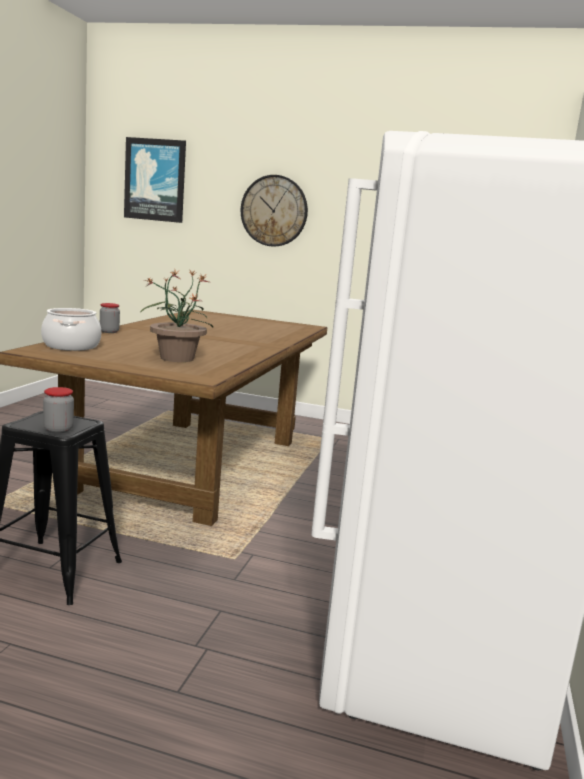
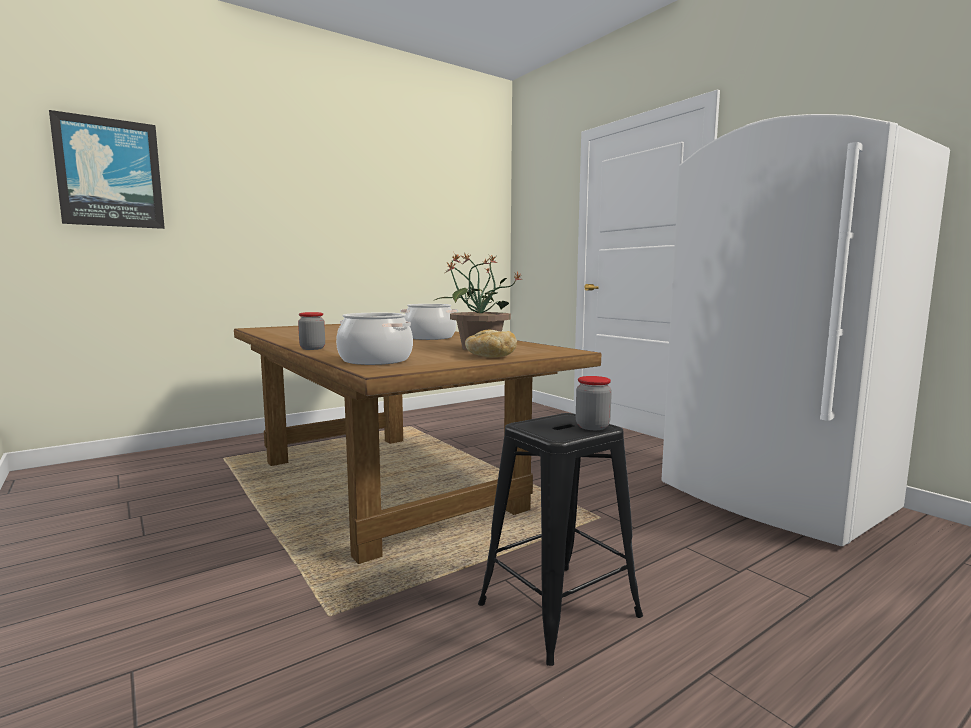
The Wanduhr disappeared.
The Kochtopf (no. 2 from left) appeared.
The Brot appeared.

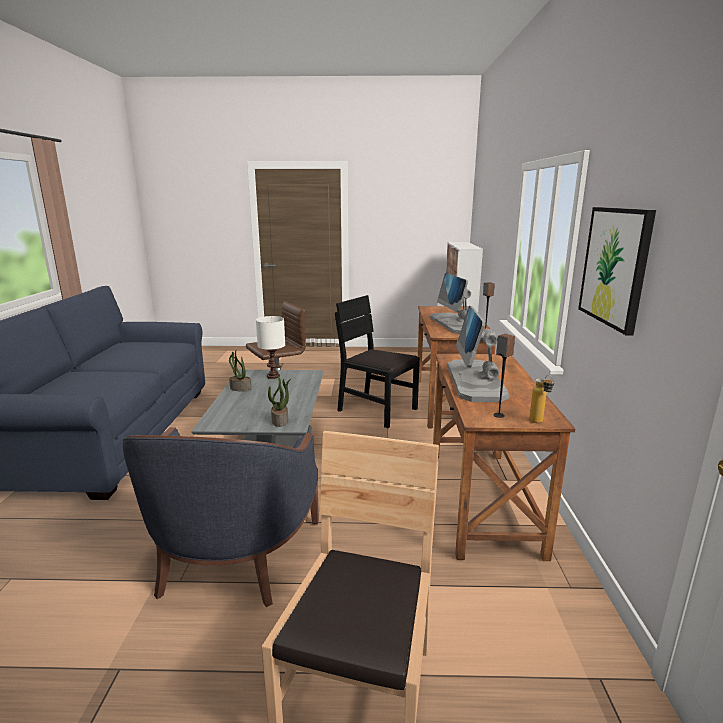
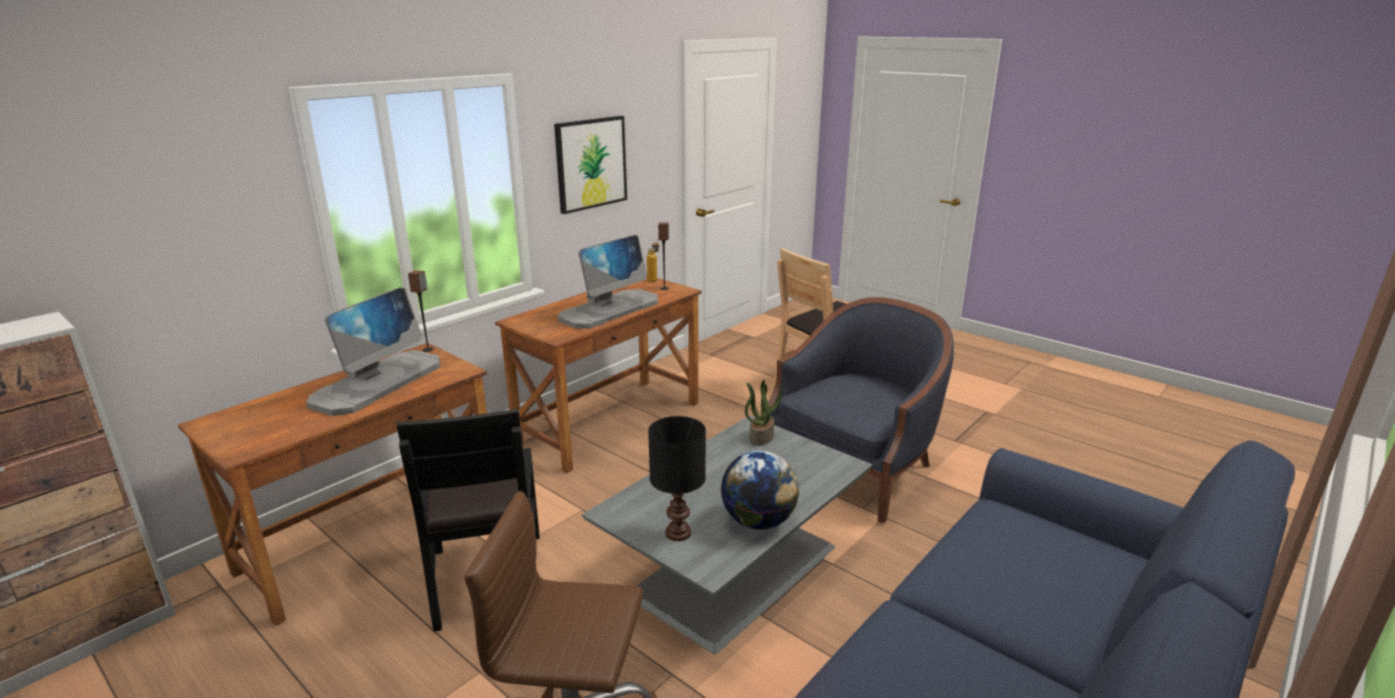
The Tischlampe [weiß] became the Tischlampe [schwarz].
The Topfpflanze (no. 1 from left) was replaced by the Globus.

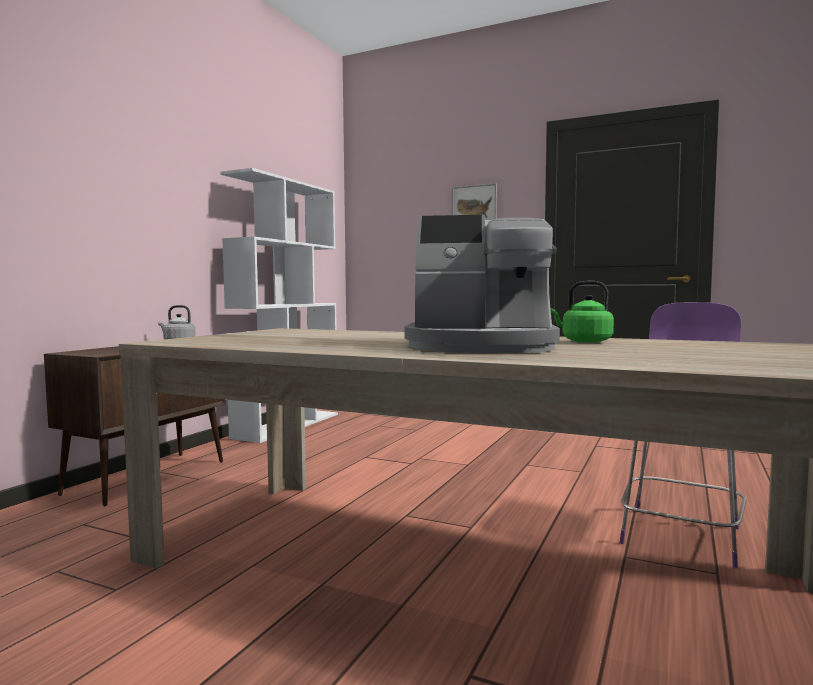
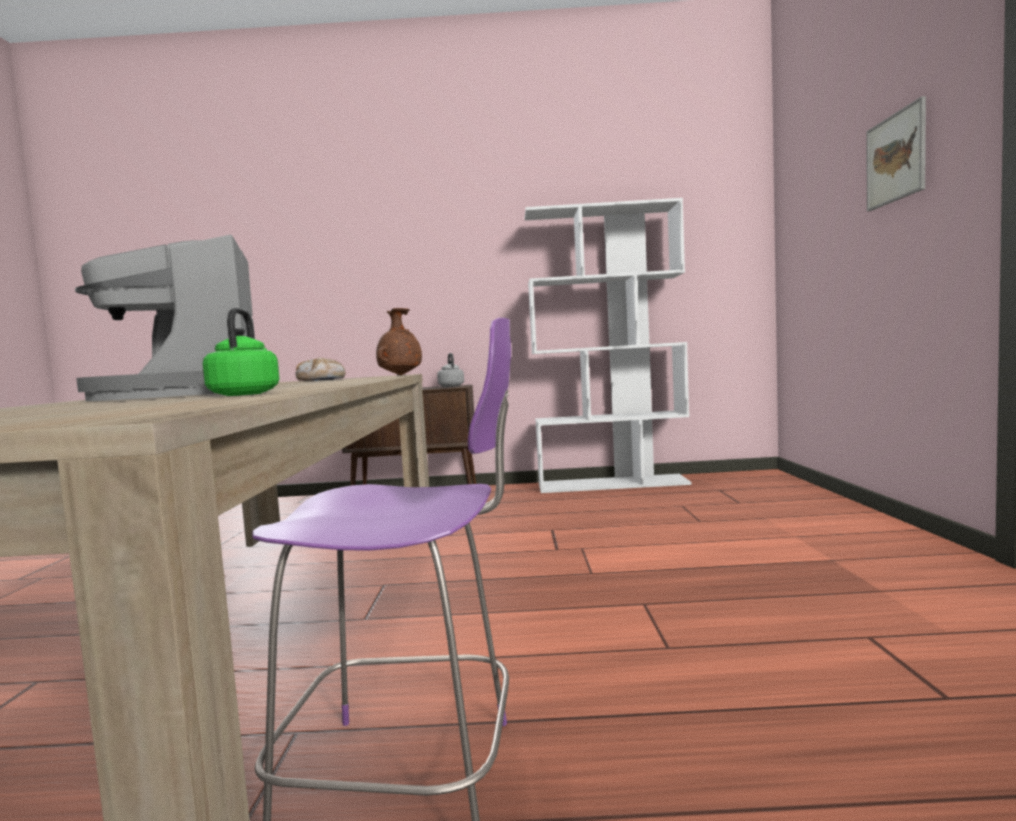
The Vase [braun] appeared.
The Brot appeared.

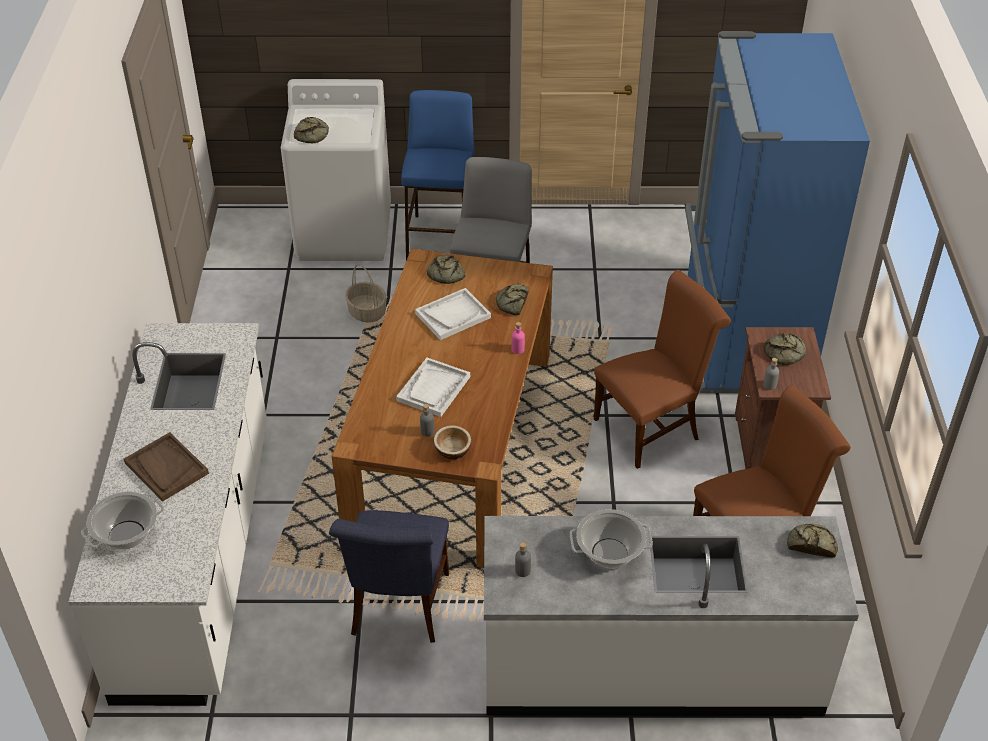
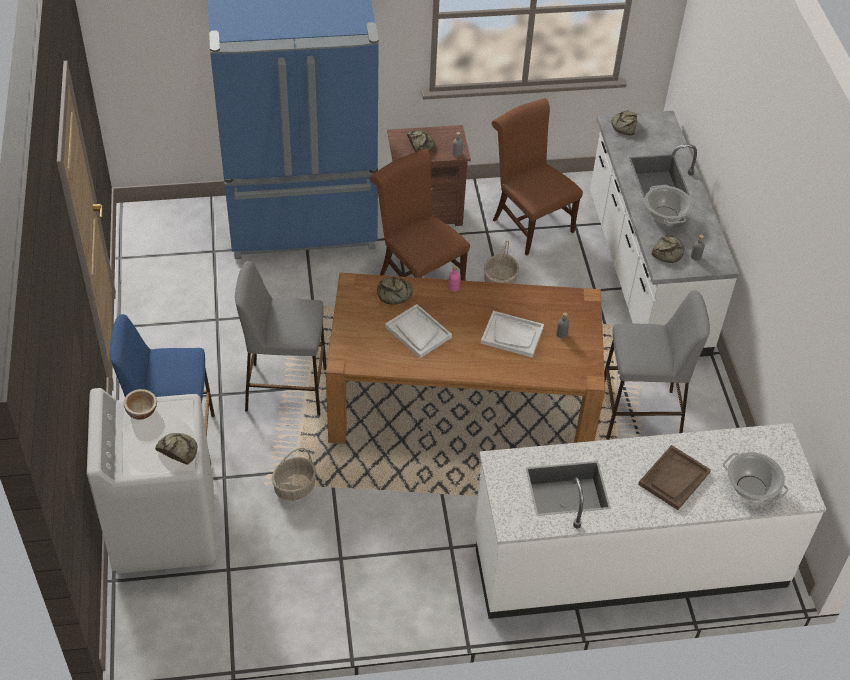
The Brot (no. 2 from left in the first image) moved.
The Schüssel moved.
The Stuhl [blau] was replaced by the Hocker [grau] (no. 2 from left).
The Korb (no. 2 from left) appeared.

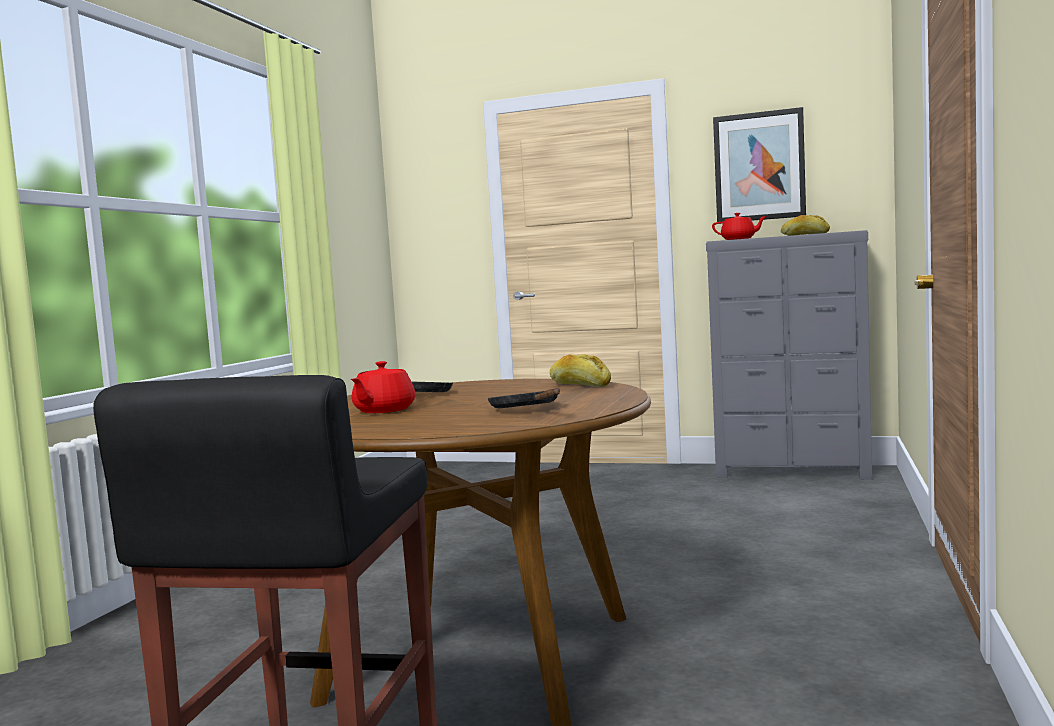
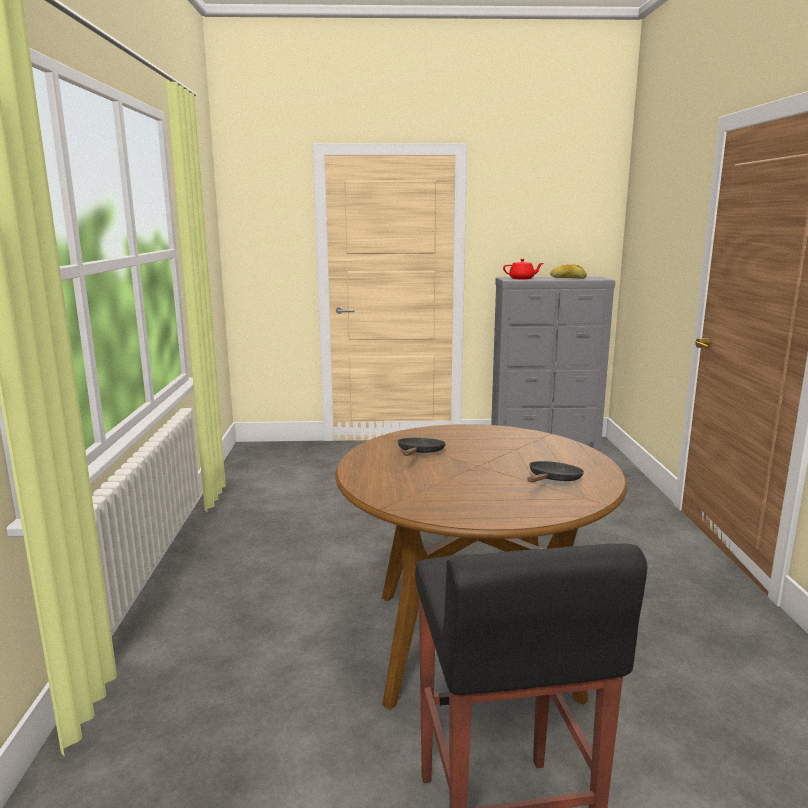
The Bild disappeared.
The Brot (no. 1 from left) disappeared.
The Teekanne [rot] (no. 1 from left) disappeared.
The Pfanne [schwarz] (no. 2 from left) turned 75 degrees clockwise.

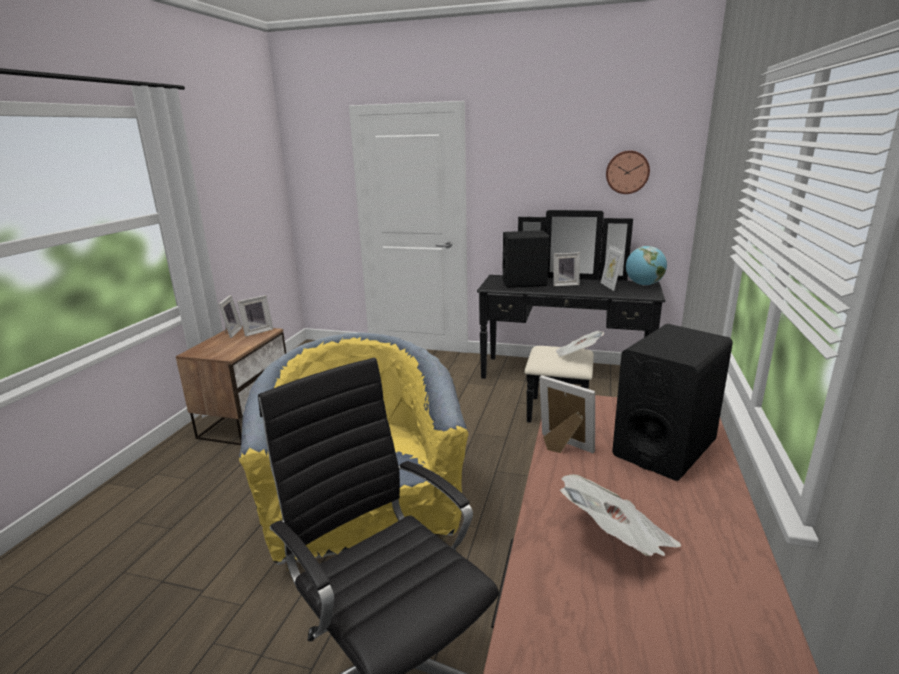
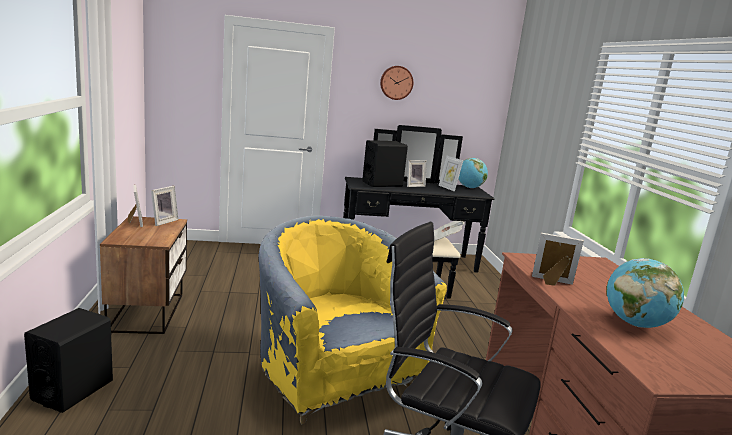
The Wanduhr moved.
The Lautsprecher [schwarz] (no. 2 from left in the first image) moved.
The Zeitung (no. 2 from left) was replaced by the Globus (no. 2 from left).

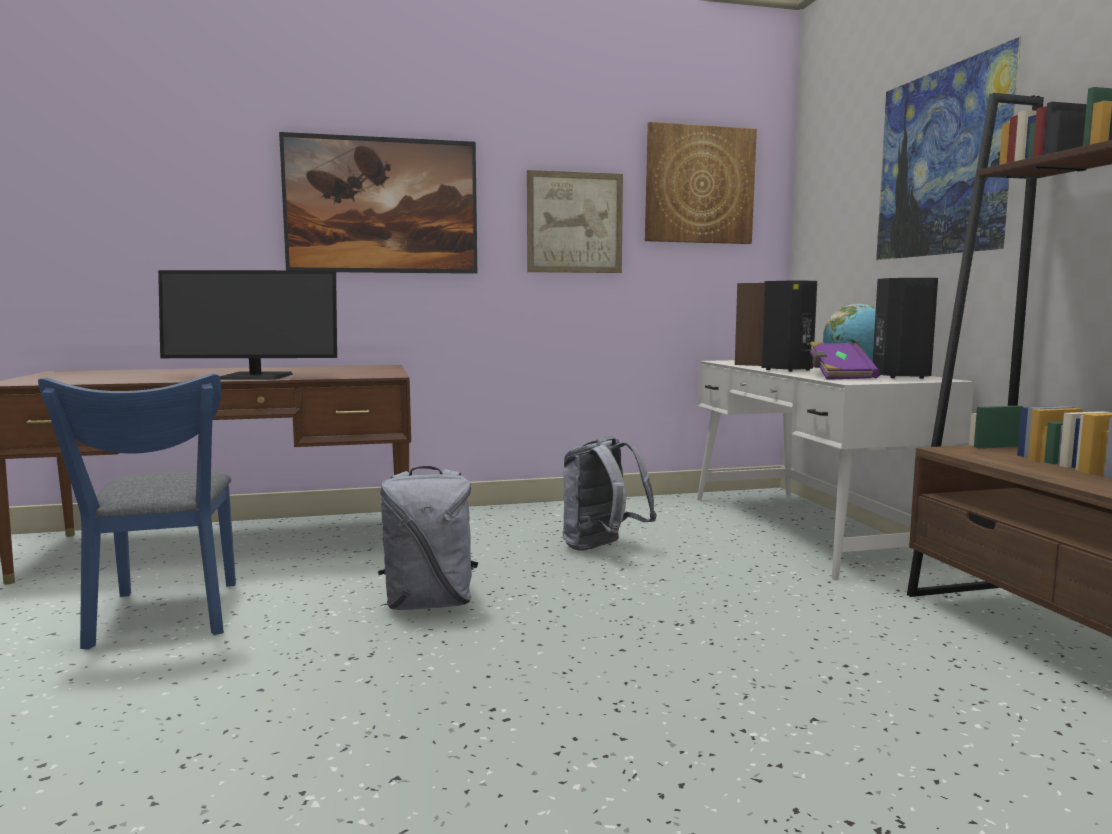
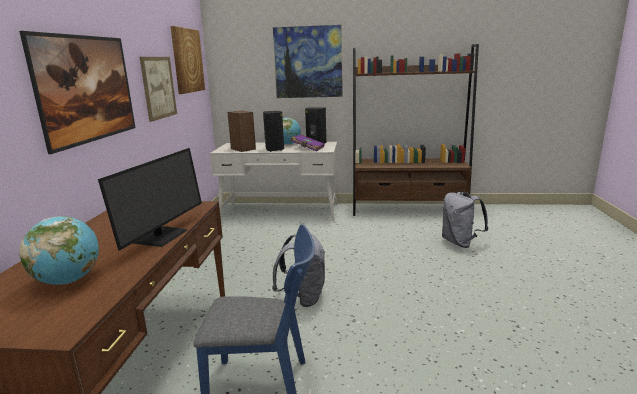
The Rucksack [grau] (no. 2 from left) moved.
The Globus (no. 1 from left) appeared.

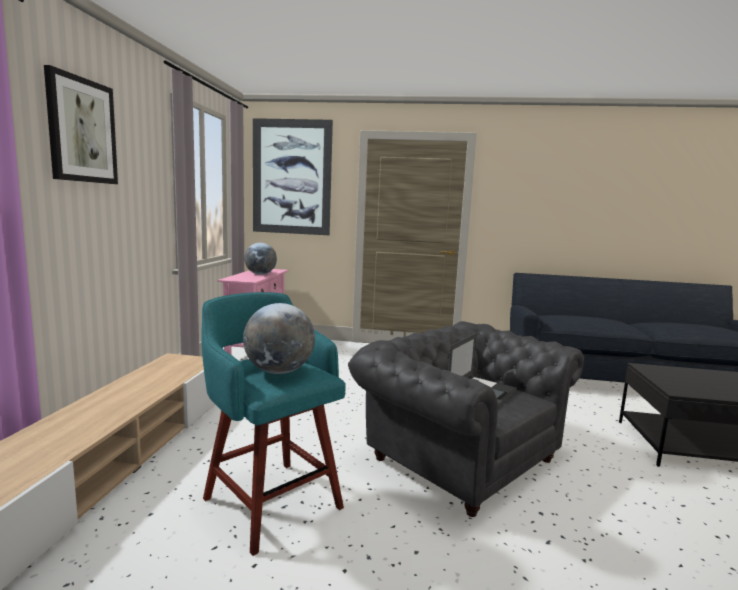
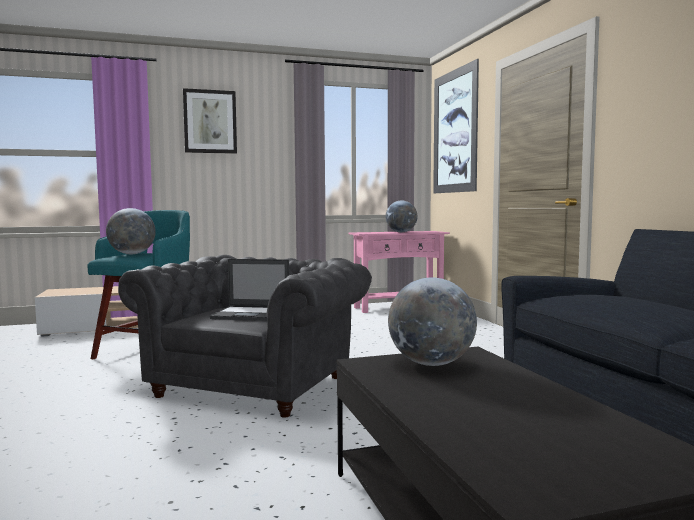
The Globus (no. 3 from left) appeared.

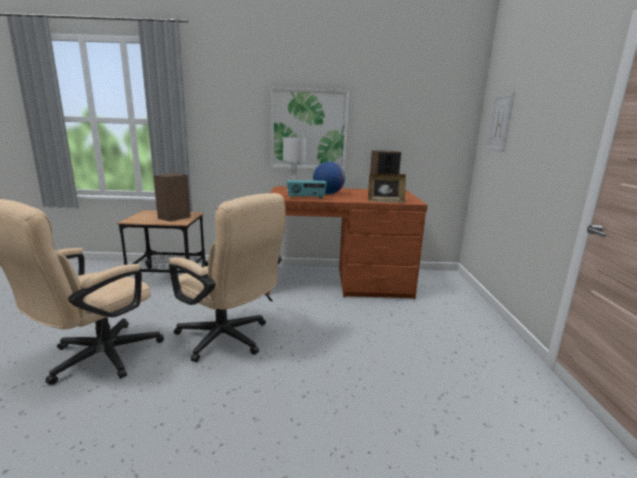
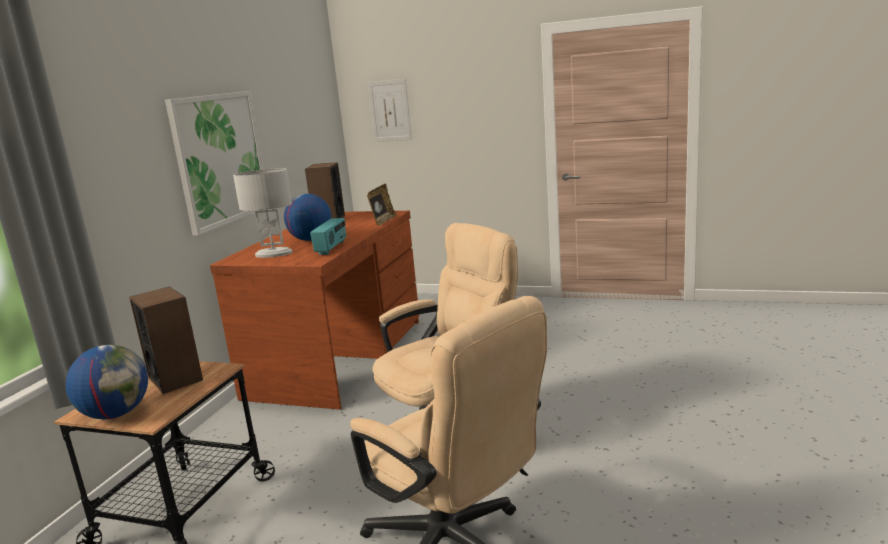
The Globus (no. 1 from left) appeared.

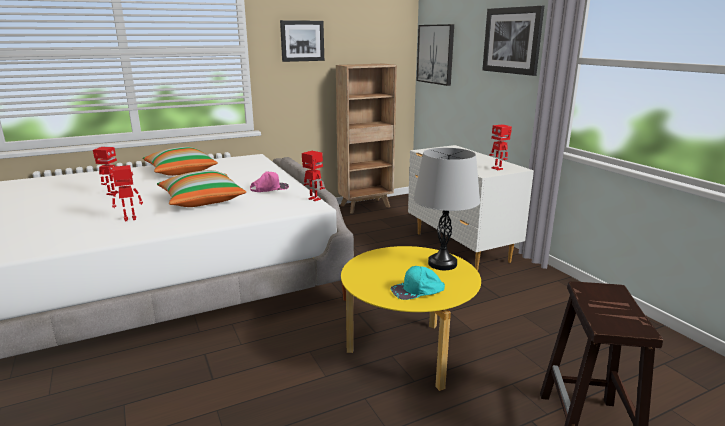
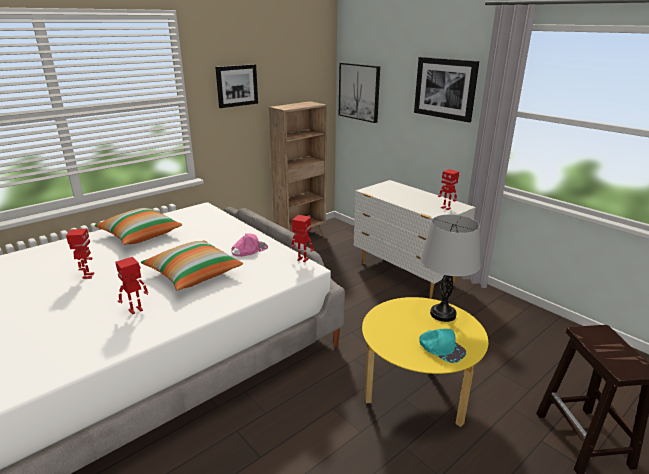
The Kappe [türkis] turned 105 degrees counterclockwise.

